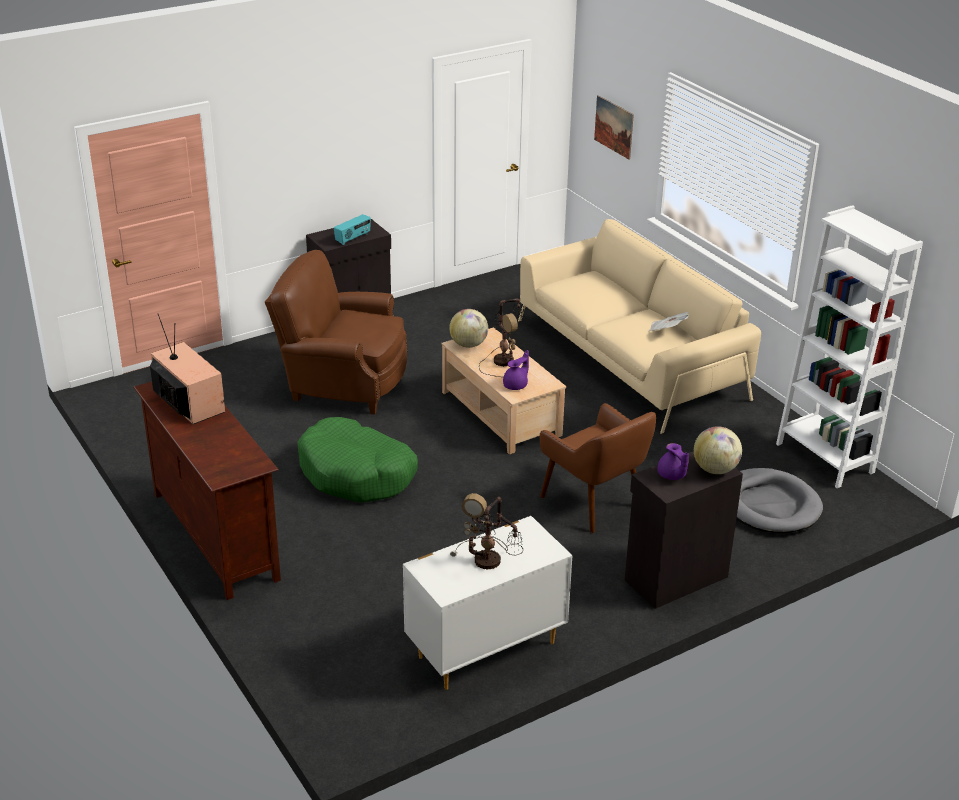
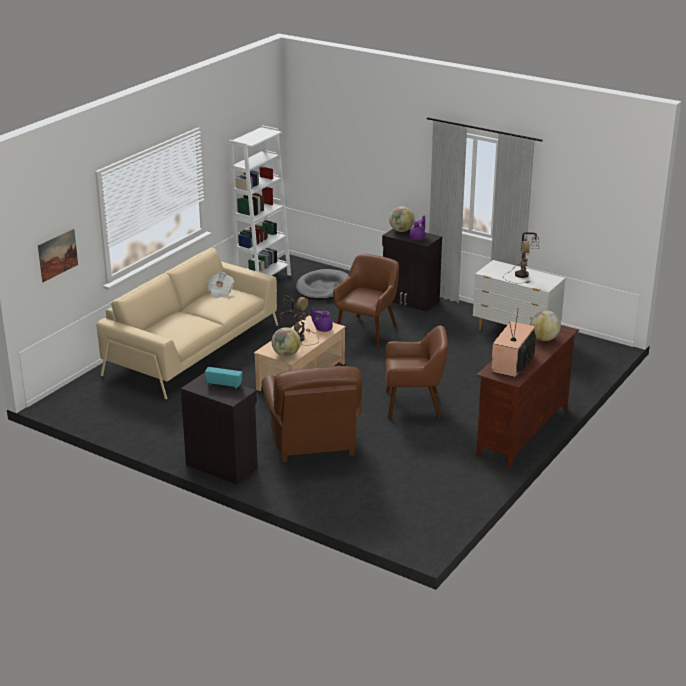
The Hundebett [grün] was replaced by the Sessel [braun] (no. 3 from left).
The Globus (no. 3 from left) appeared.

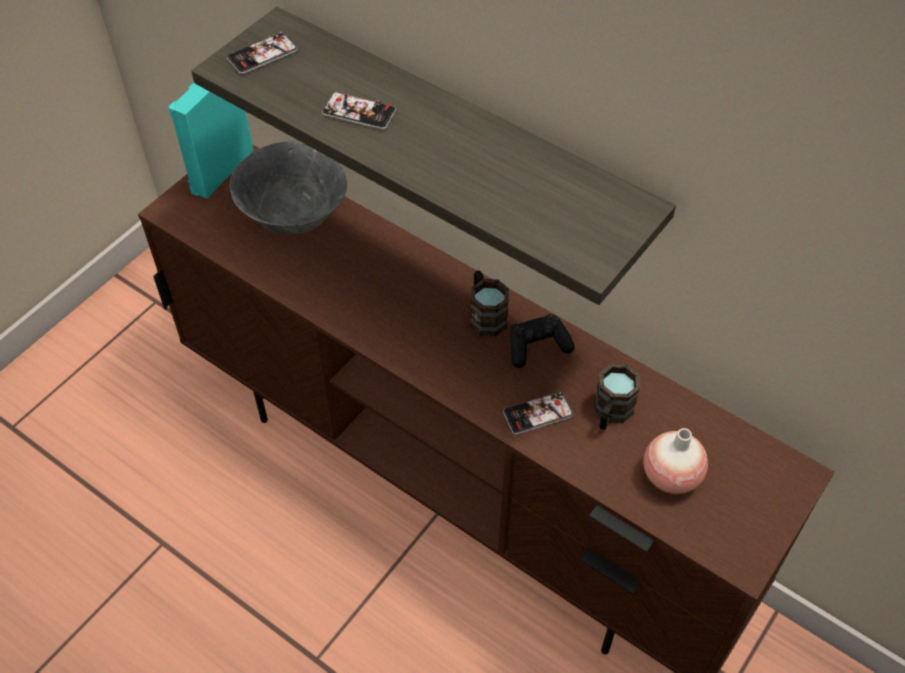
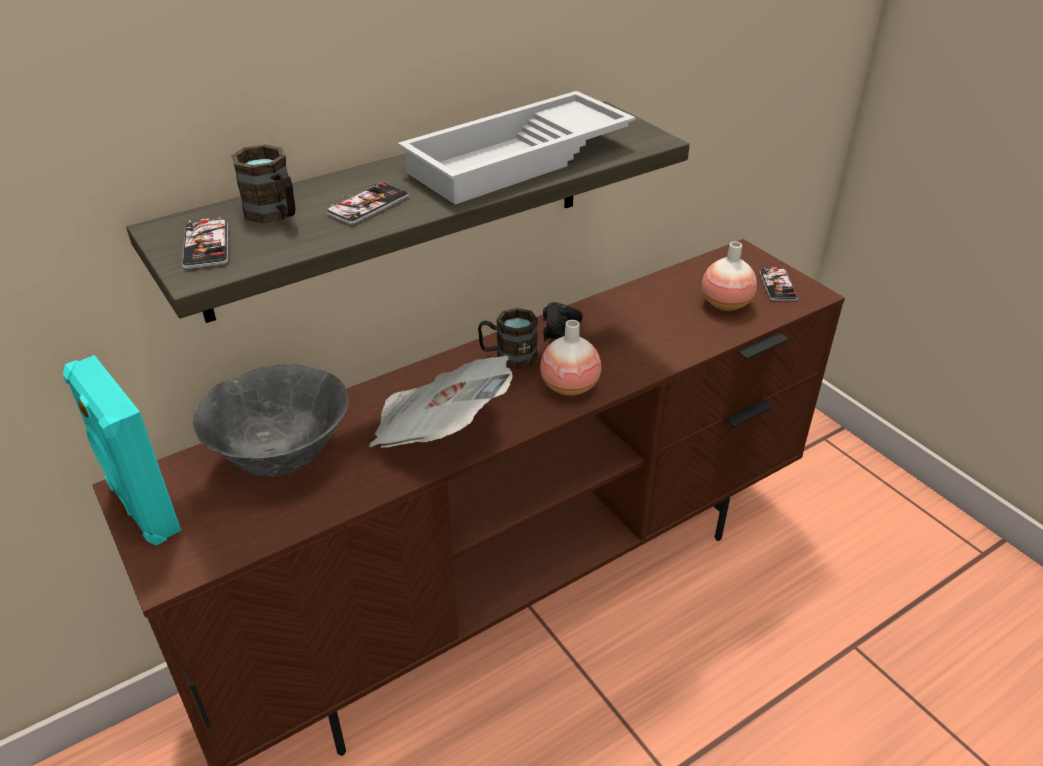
The Henkelbecher [braun] (no. 2 from left in the first image) moved.
The Handy (no. 3 from left) moved.
The Tablett [weiß] appeared.
The Vase (no. 1 from left) appeared.
The Zeitung appeared.

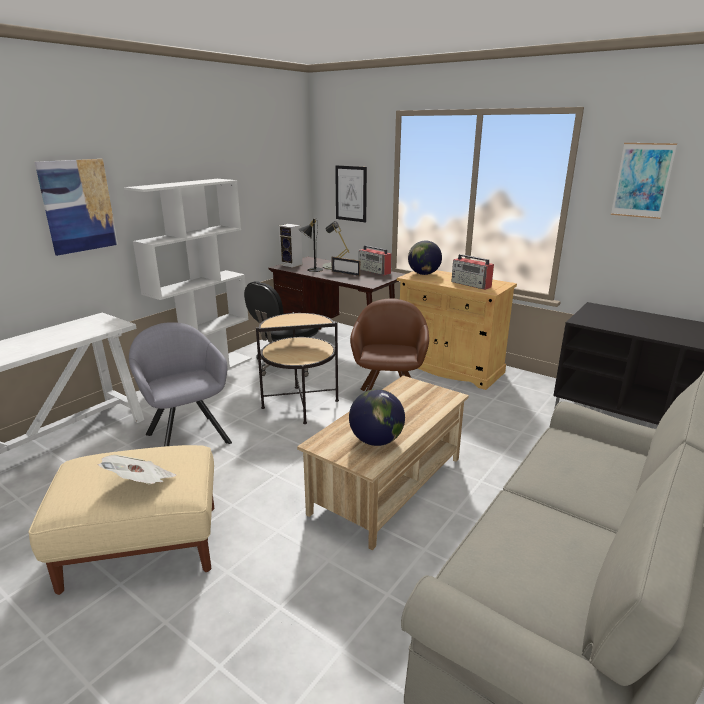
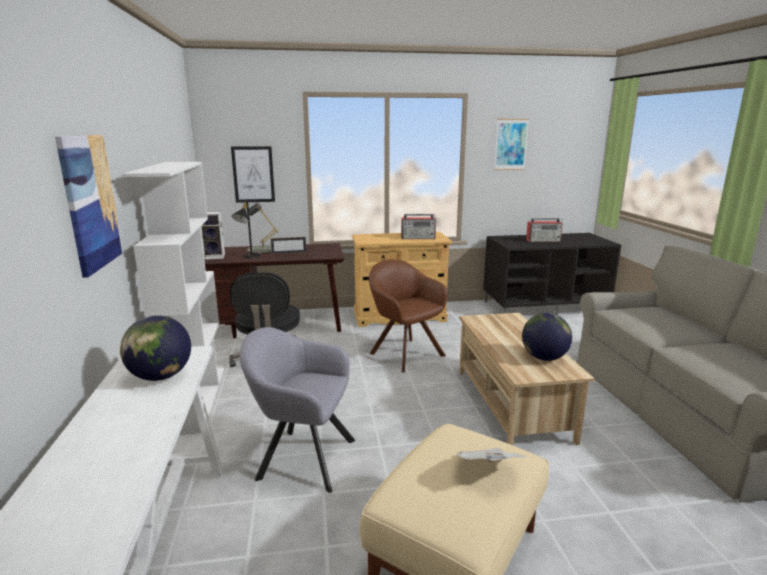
The Globus (no. 2 from left in the first image) moved.
The Radio (no. 1 from left in the first image) moved.
The Beistelltisch disappeared.

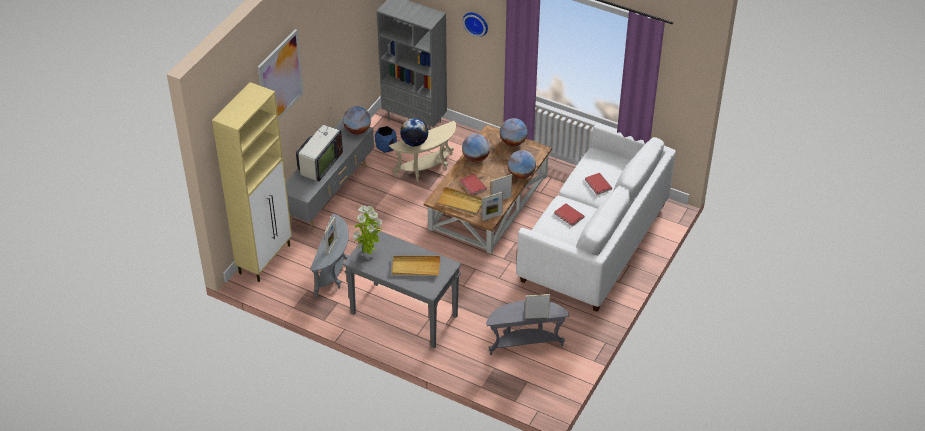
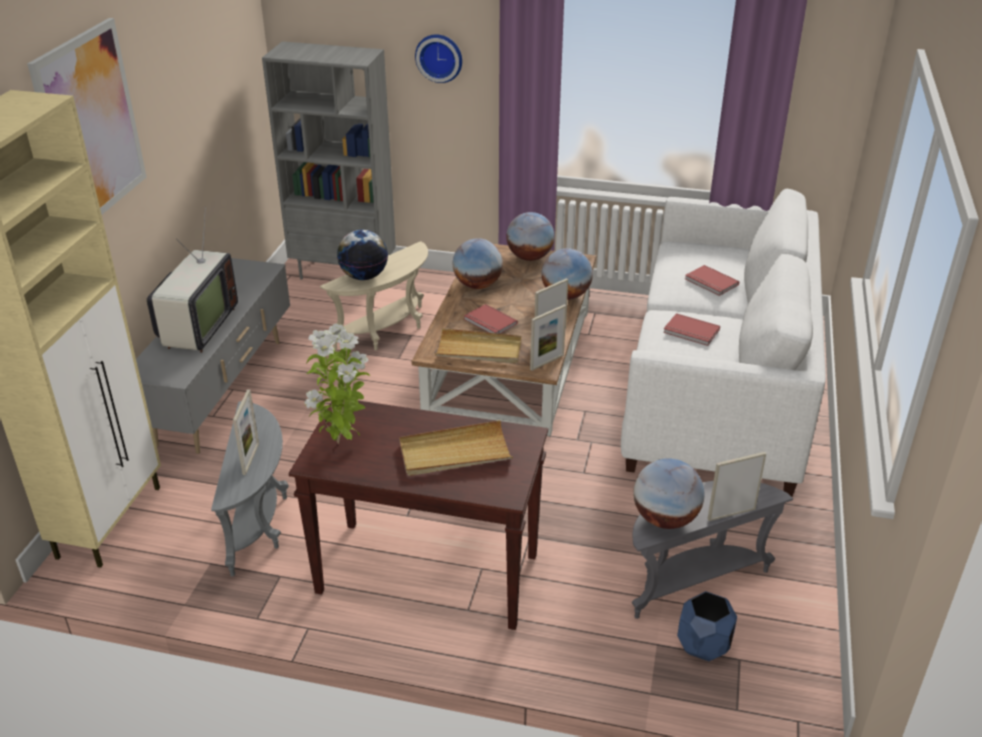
The Globus (no. 1 from left in the first image) moved.
The Pflanzkübel [blau] moved.
The Konsolentisch [grau] became the Konsolentisch [braun].

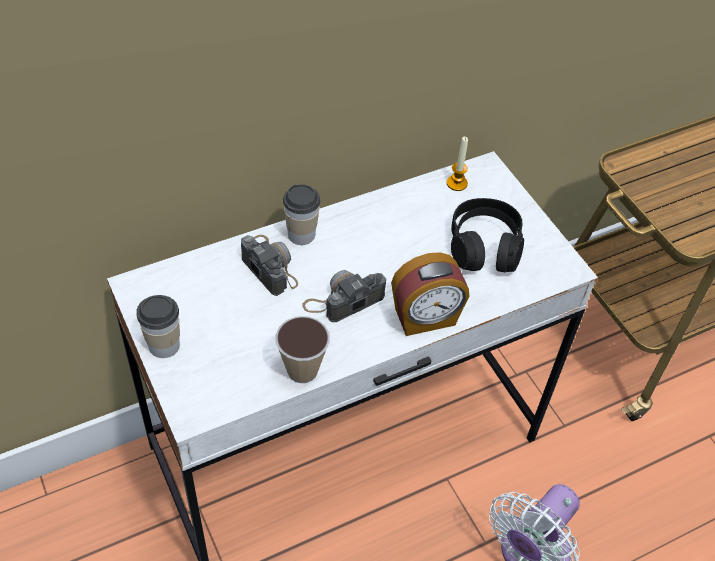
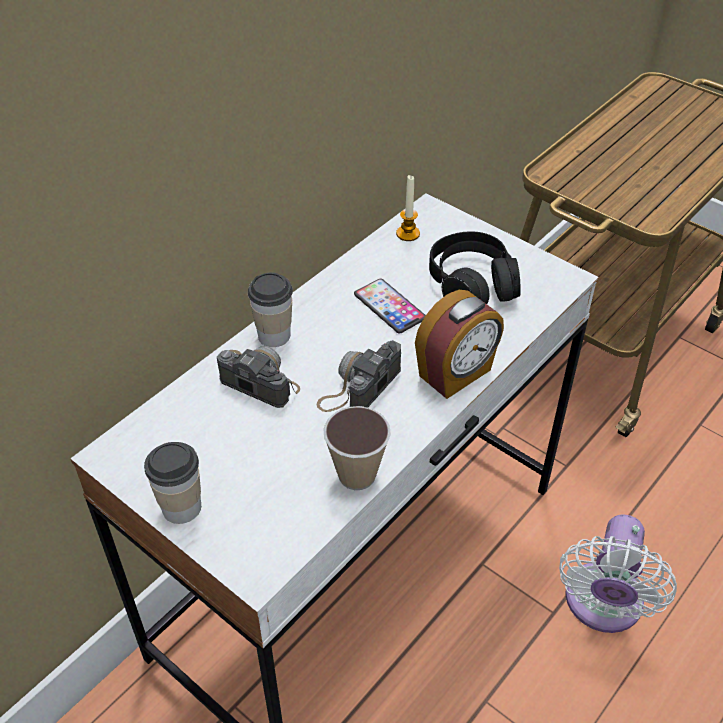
The Handy appeared.

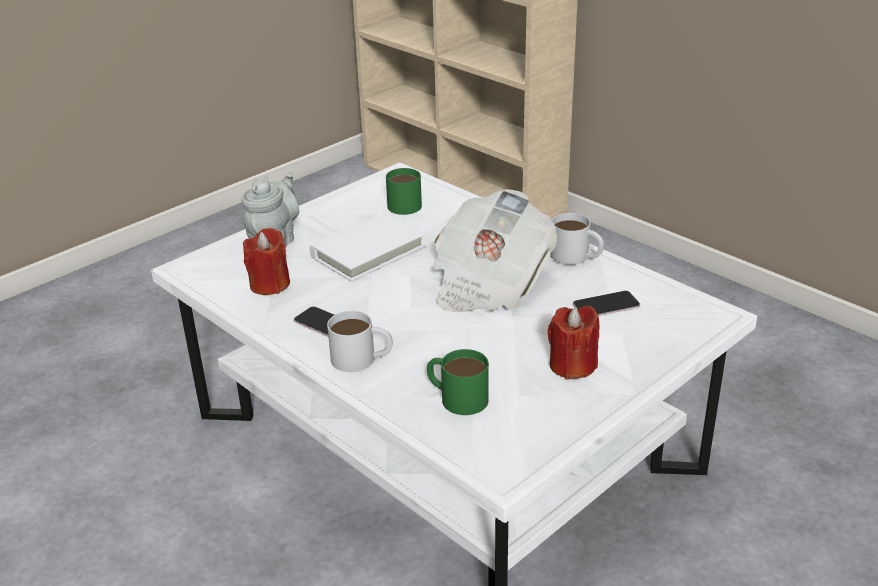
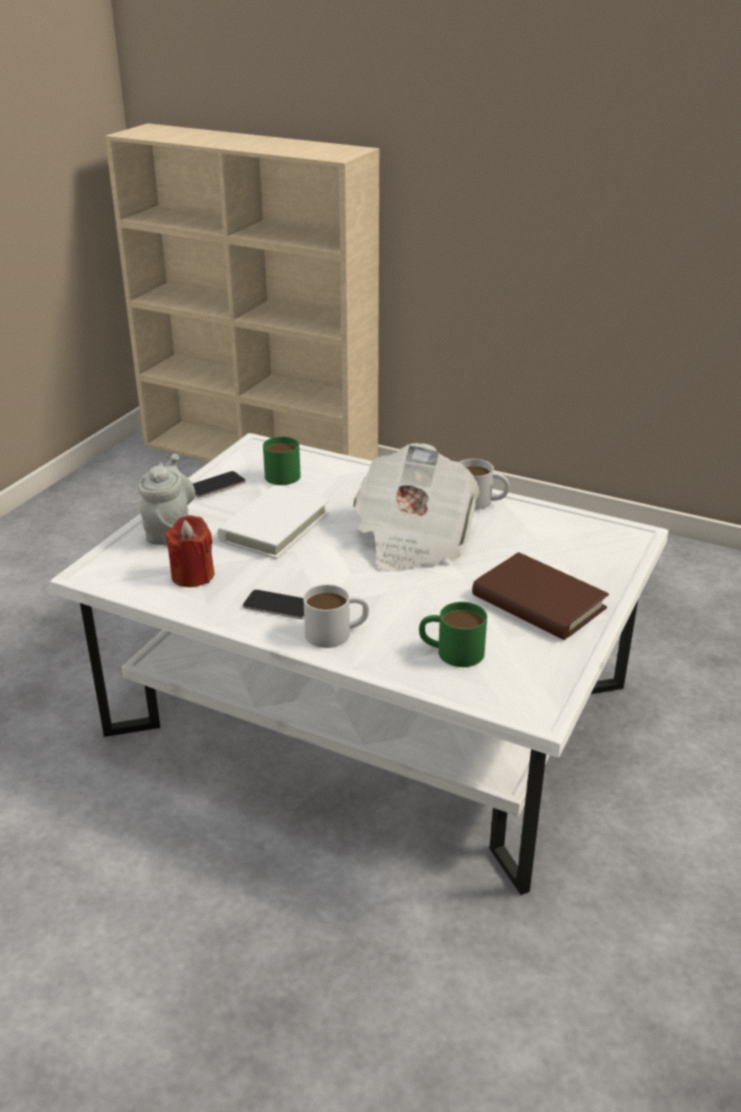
The Handy (no. 2 from left in the first image) moved.
The Kerze [rot] (no. 2 from left) was replaced by the Buch [braun].

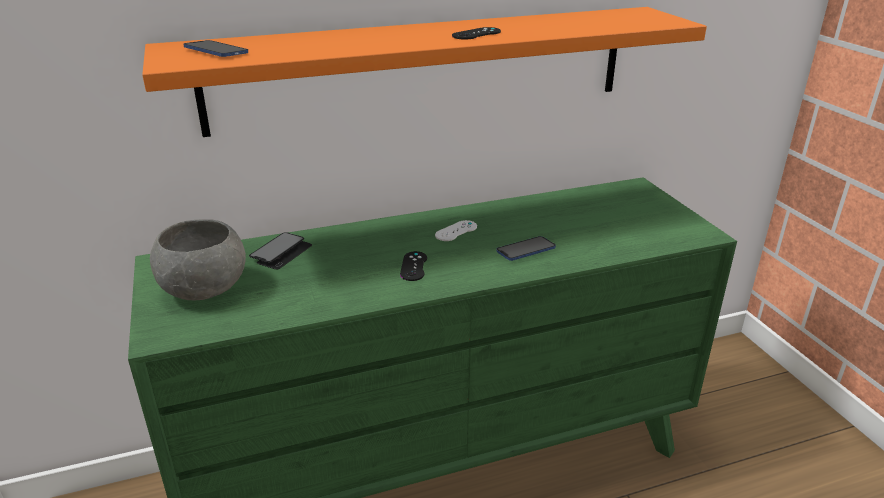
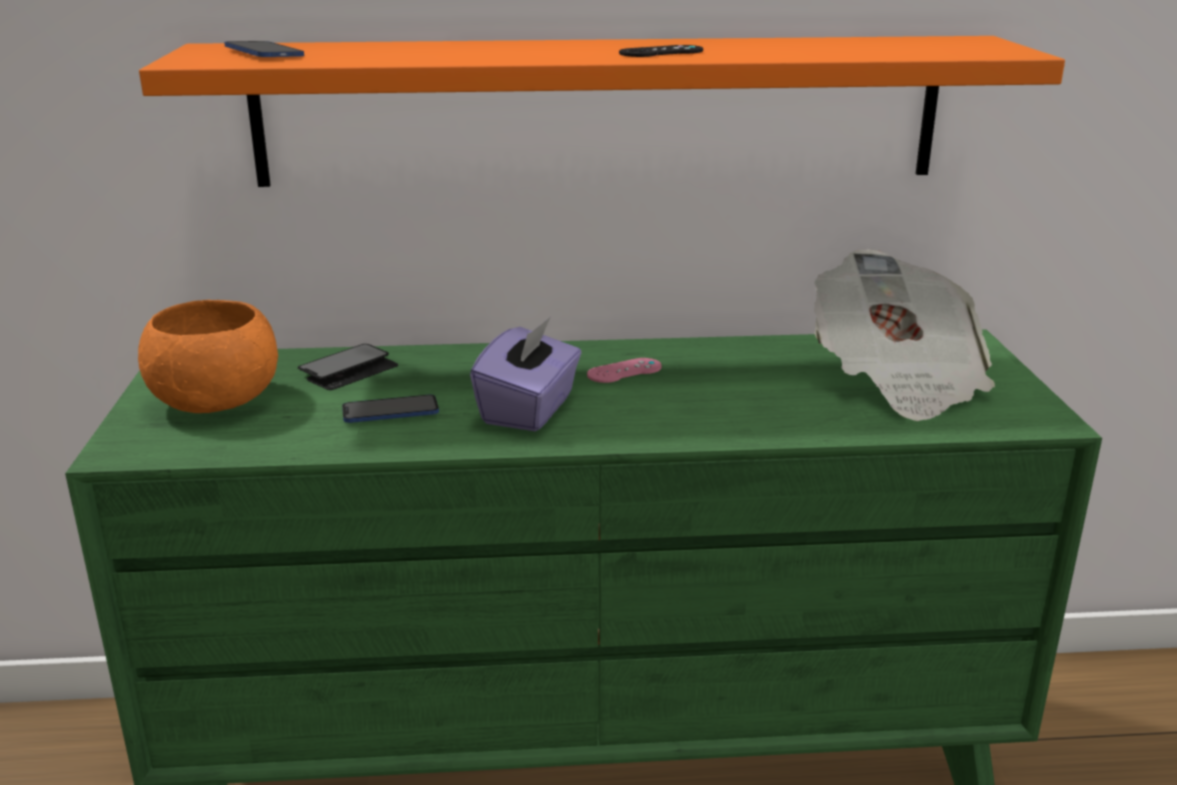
The Schüssel [grau] became the Schüssel [orange].
The Gamepad [weiß] became the Gamepad [rosa].
The Handy (no. 3 from left) moved.
The Gamepad [schwarz] (no. 1 from left) was replaced by the Taschentuchbox [lila].
The Zeitung appeared.

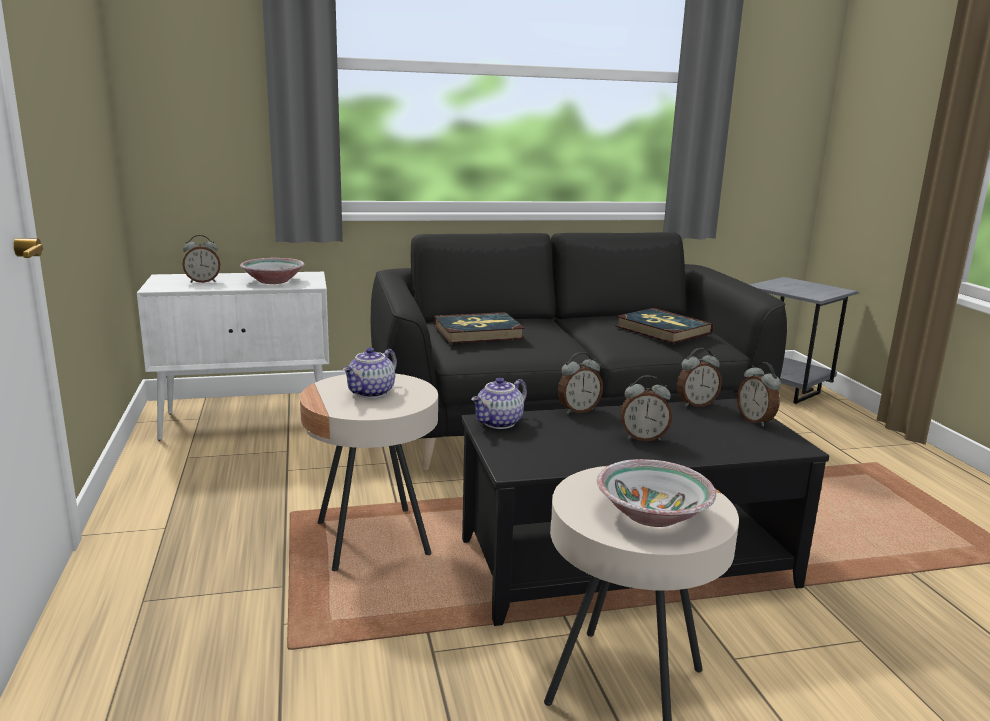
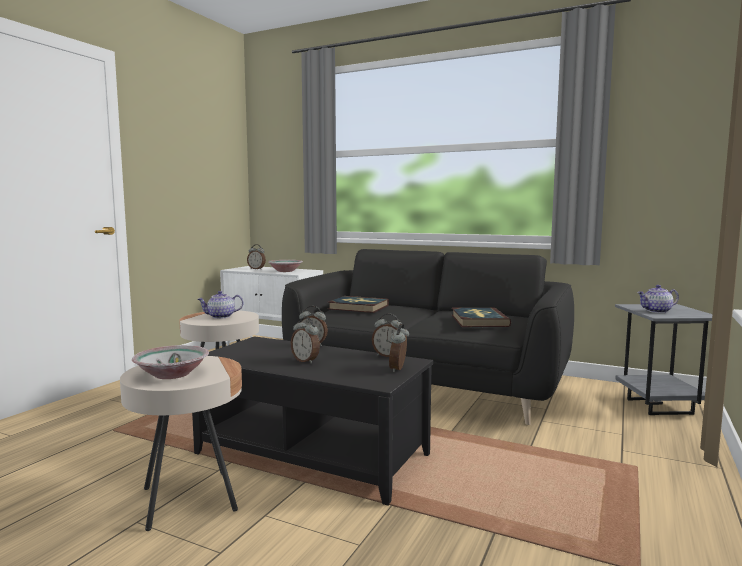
The Teekanne (no. 2 from left) moved.

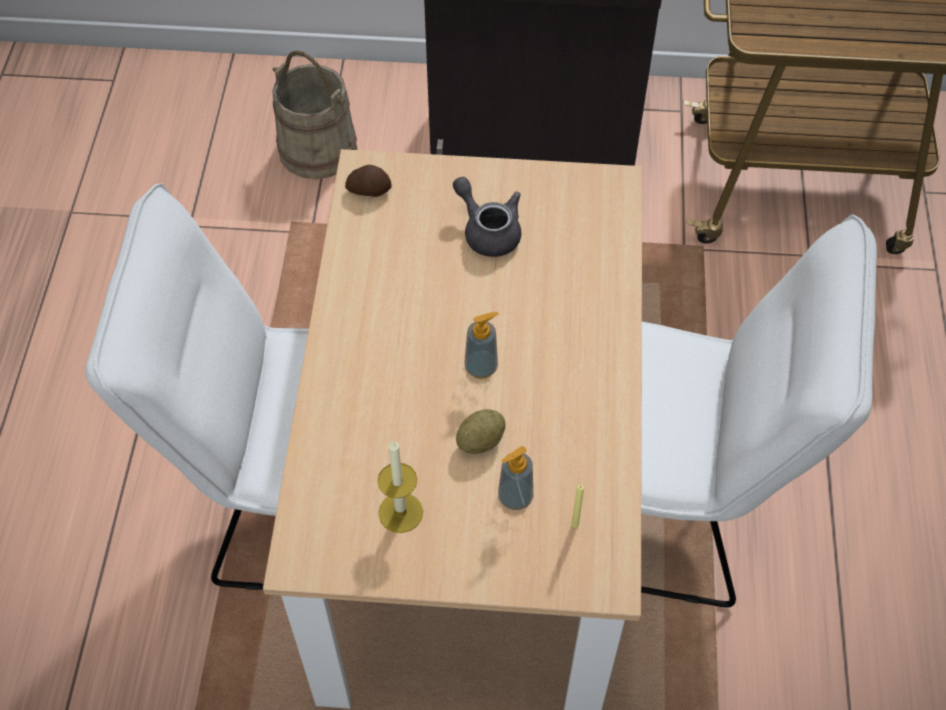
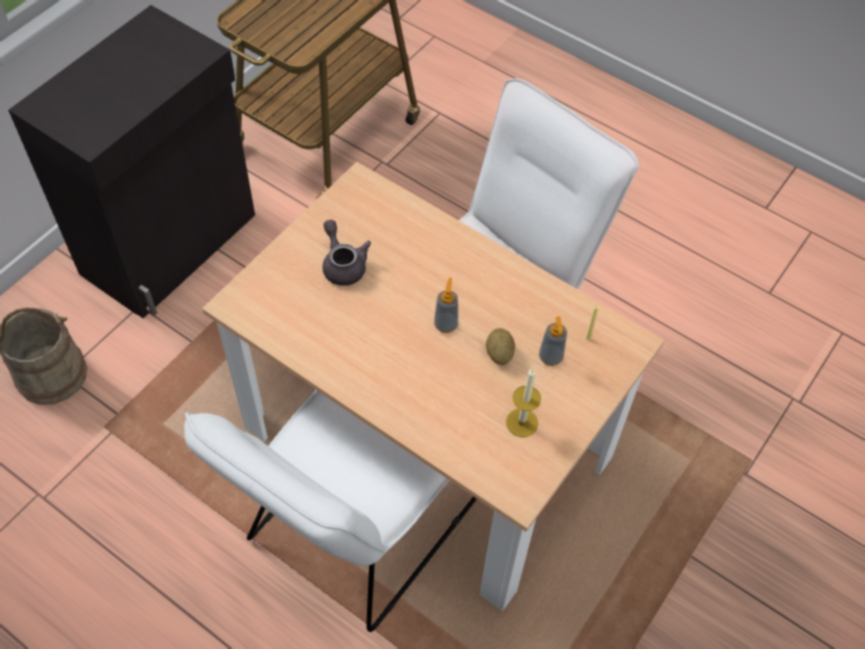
The Kartoffel (no. 1 from left) disappeared.
The Teekanne [grau] turned 75 degrees clockwise.

